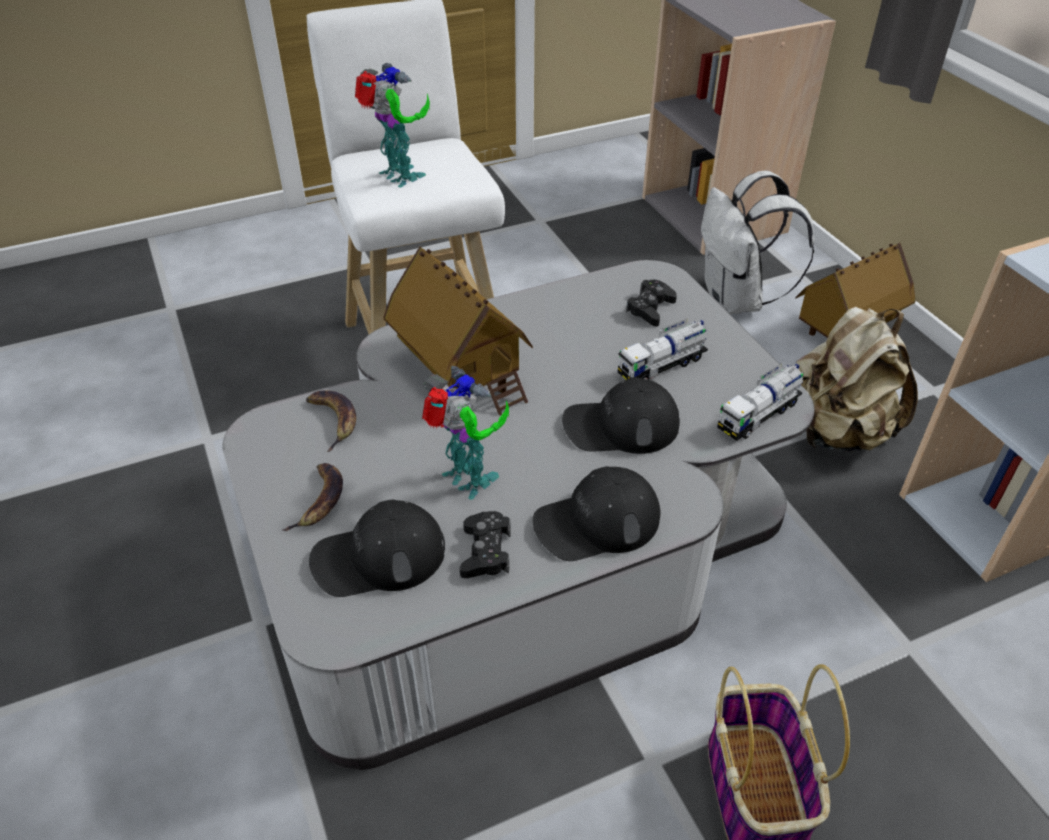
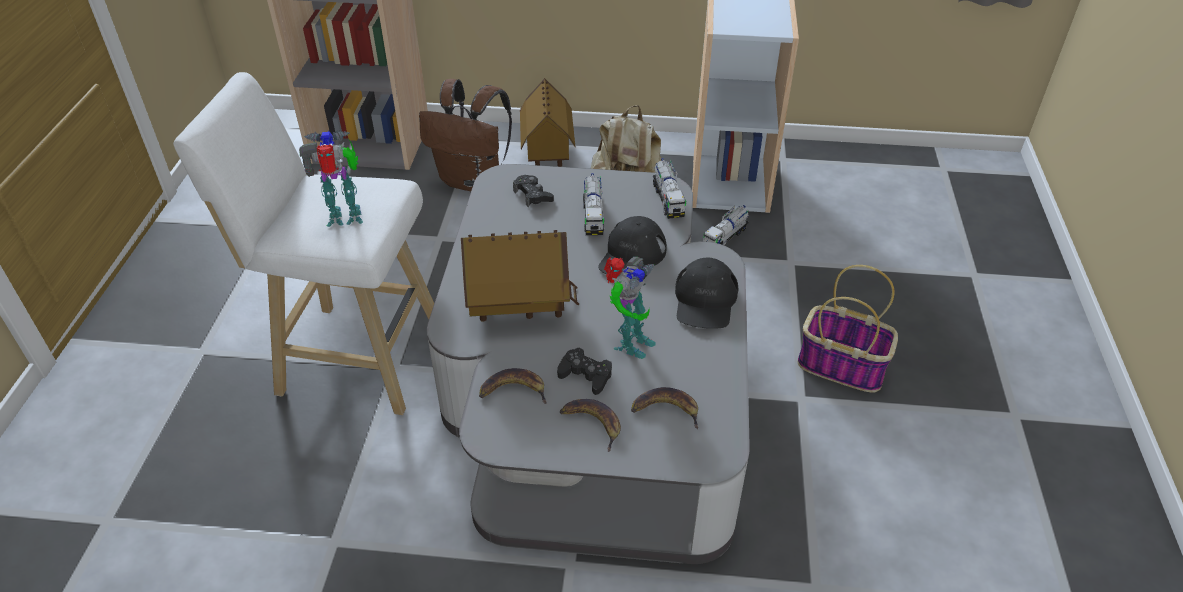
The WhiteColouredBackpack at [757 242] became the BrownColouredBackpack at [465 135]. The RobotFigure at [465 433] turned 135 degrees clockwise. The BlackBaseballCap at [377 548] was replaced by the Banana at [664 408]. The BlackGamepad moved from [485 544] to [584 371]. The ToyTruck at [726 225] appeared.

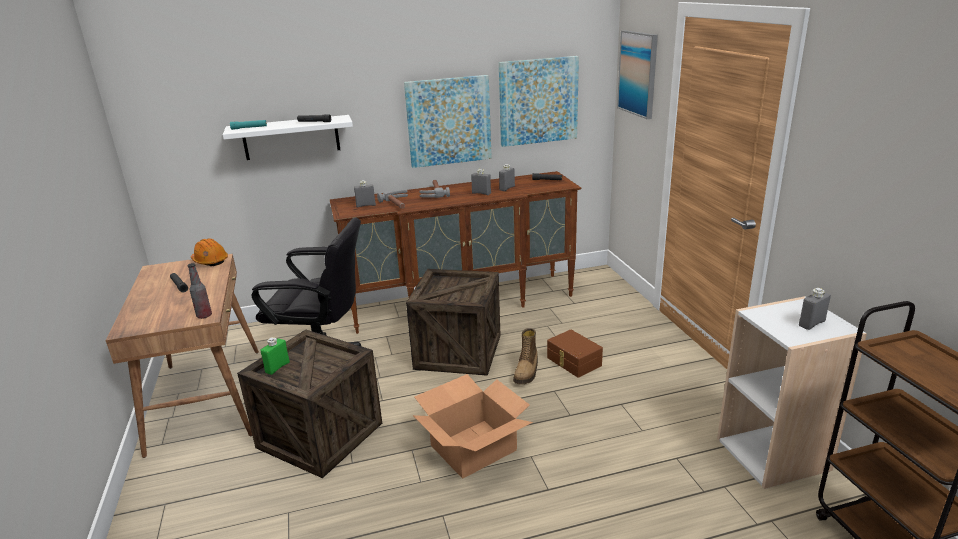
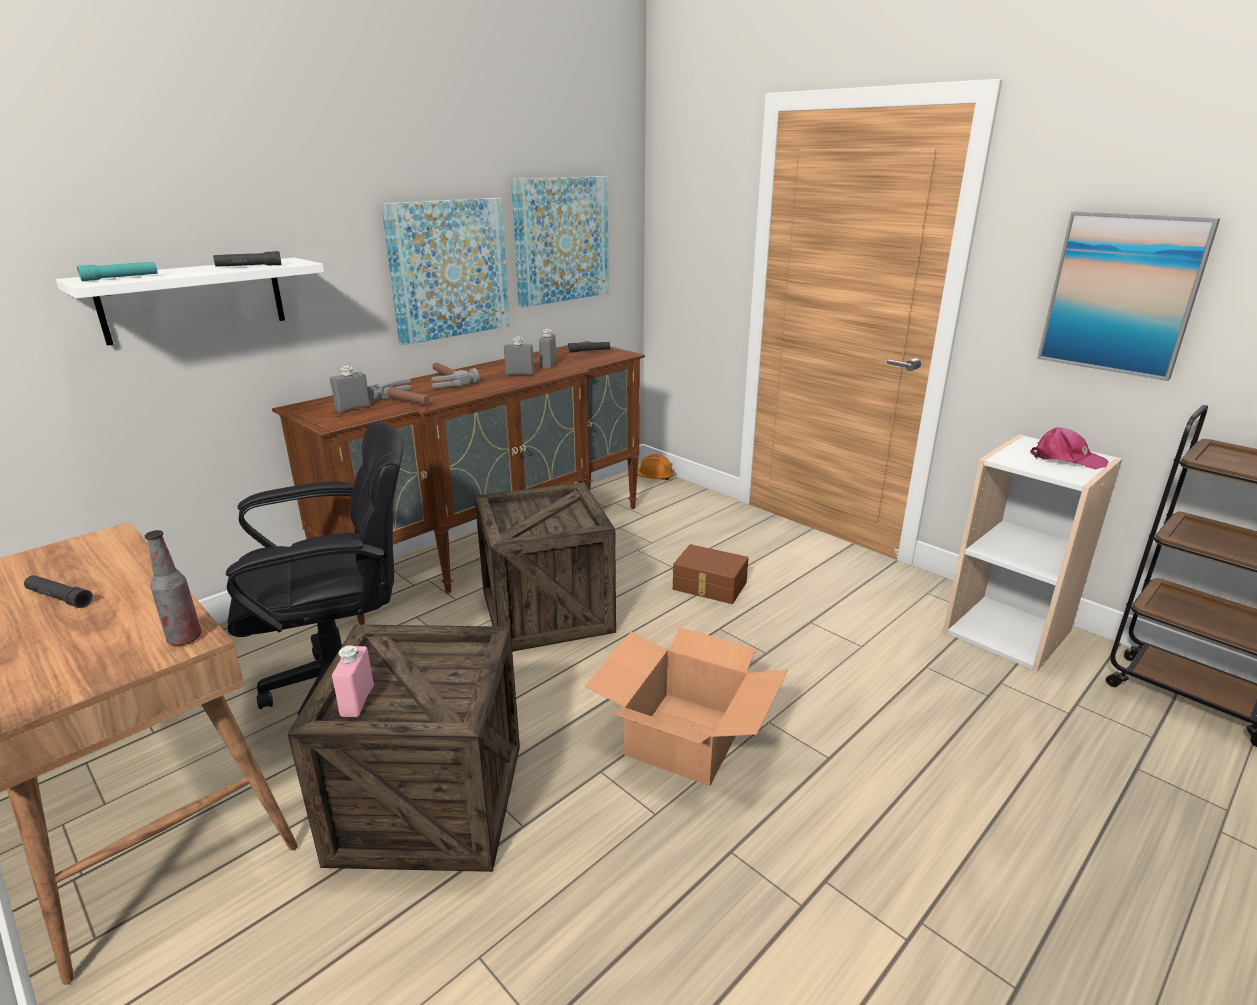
The WallArt moved from [637 74] to [1128 296]. The OrangeyWorkHelmet moved from [209 252] to [656 467]. The GreyBeverageBottle at [815 309] was replaced by the PinkishBaseballCap at [1069 448]. The TallBoot at [525 356] disappeared. The GreenColouredBeverageBottle at [275 356] became the PinkishBeverageBottle at [353 681].

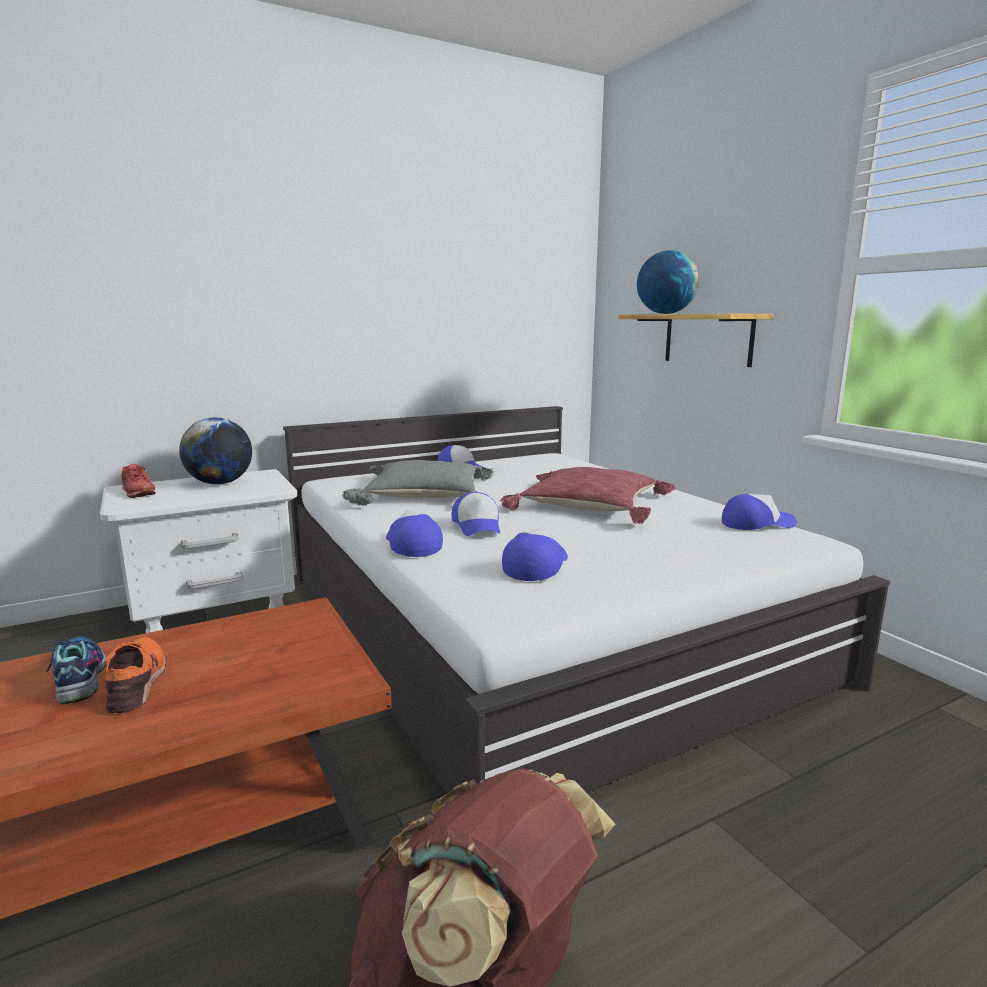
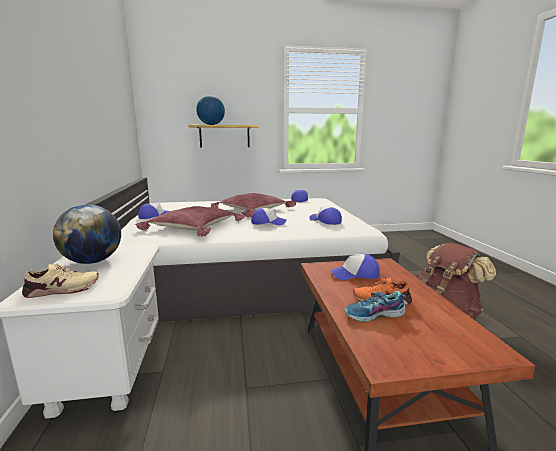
The GreyThrowPillow at [418 483] became the RedColouredThrowPillow at [190 221]. The RedColouredItemOfFootwear at [139 481] became the BeigeColouredItemOfFootwear at [60 281]. The BaseballCap moved from [414 533] to [355 267].

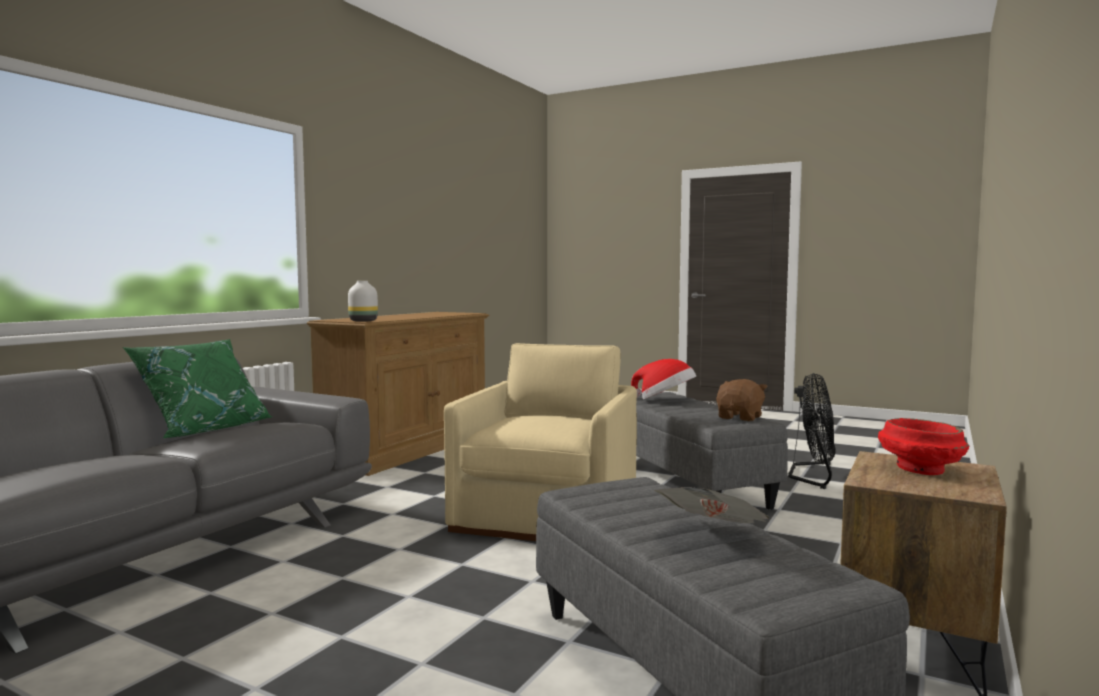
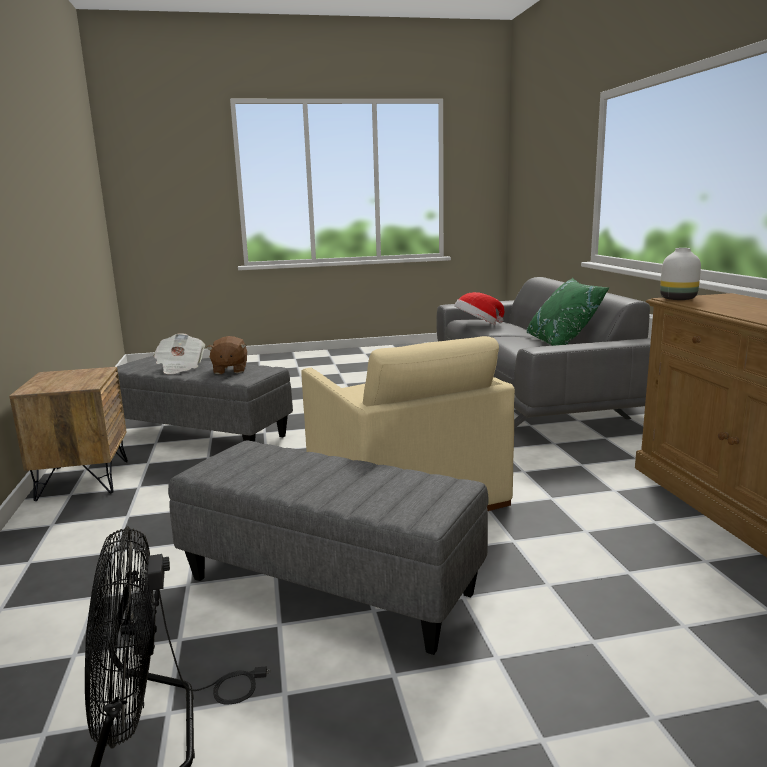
The ClothingHat moved from [663 379] to [479 308]. The BrownColouredSoftToy moved from [742 400] to [227 355]. The RedColouredBowl at [923 446] disappeared.

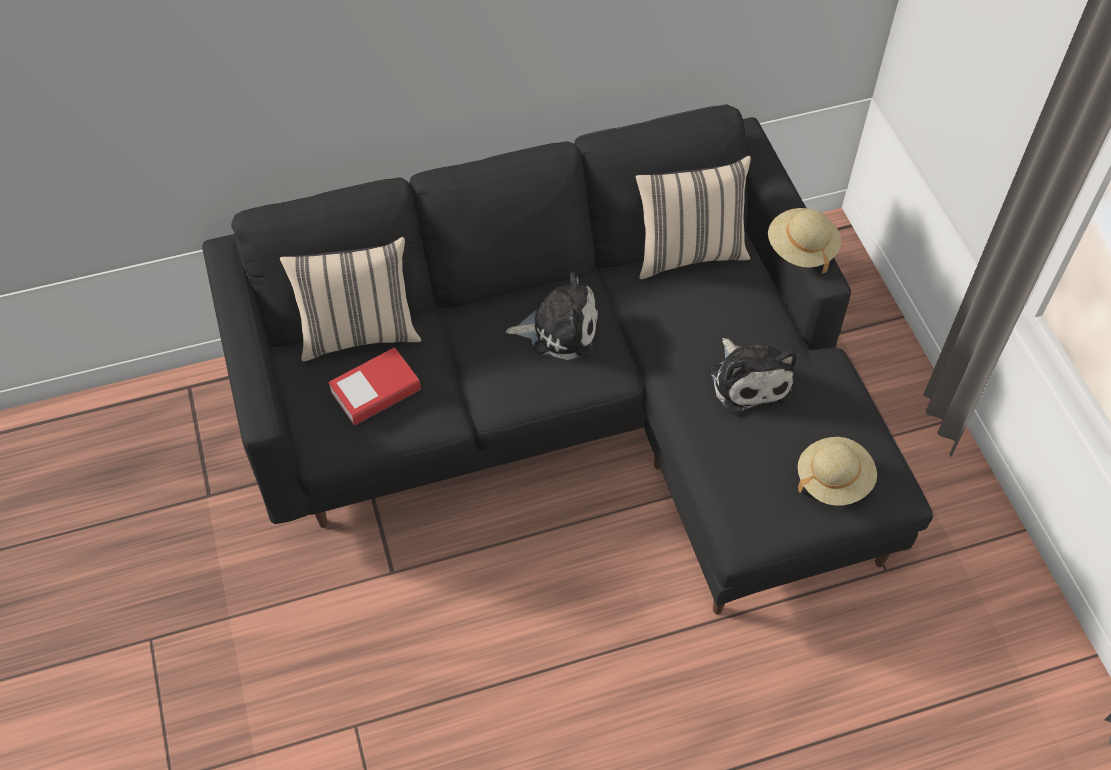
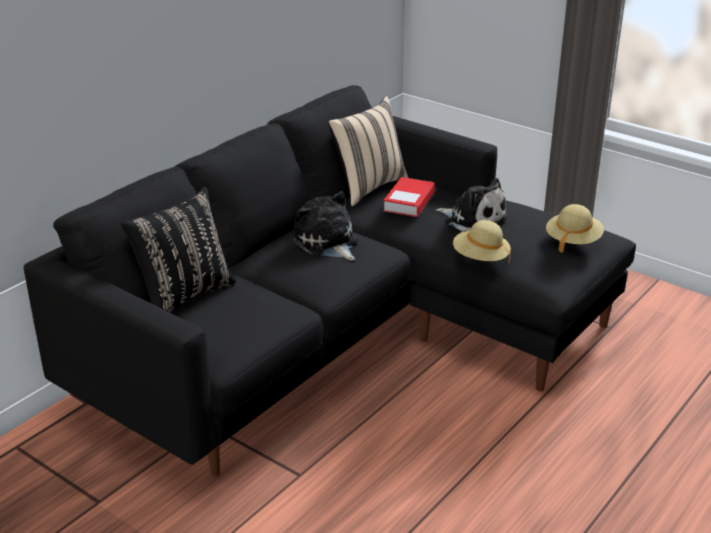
The BeigeColouredClothingHat moved from [804 240] to [482 242]. The BeigeColouredThrowPillow at [351 299] became the BlackThrowPillow at [178 249]. The SoftToy at [552 316] turned 90 degrees counterclockwise. The BoundBook moved from [374 386] to [409 197].

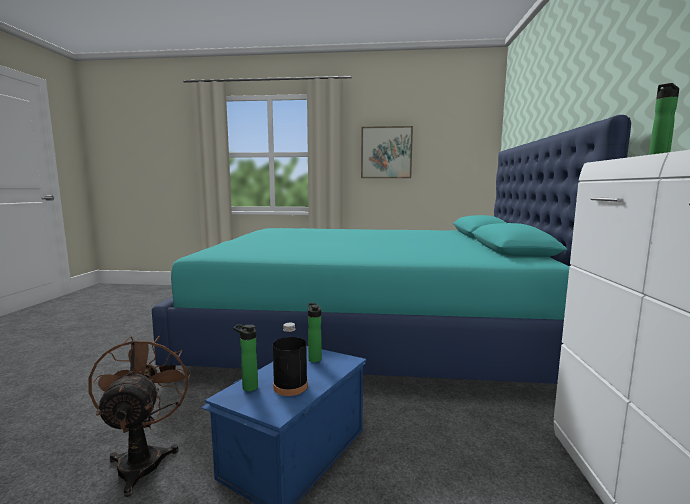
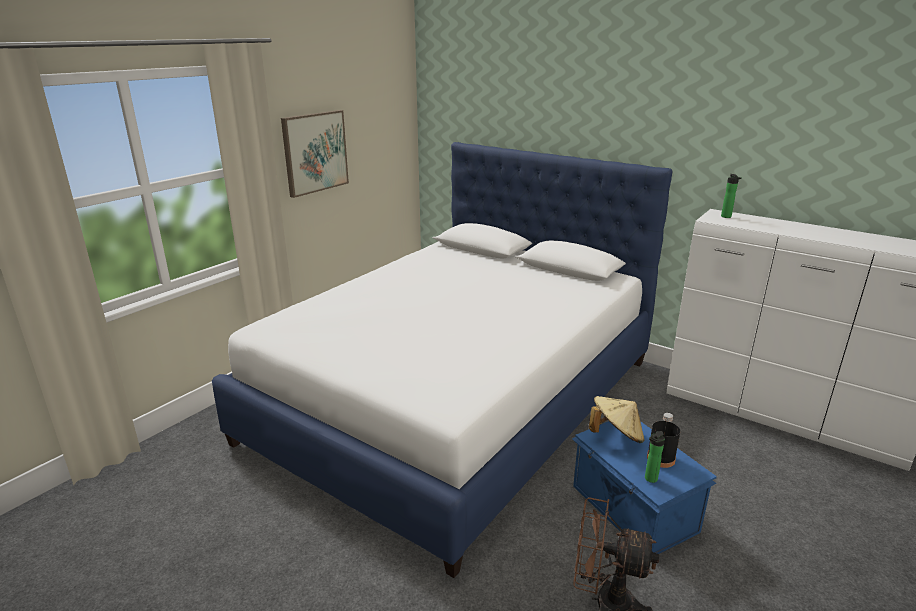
The BlueGreenBedroomBed at [391 249] became the WhiteColouredBedroomBed at [442 360]. The BeverageBottle at [315 332] was replaced by the BeigeColouredClothingHat at [617 419].

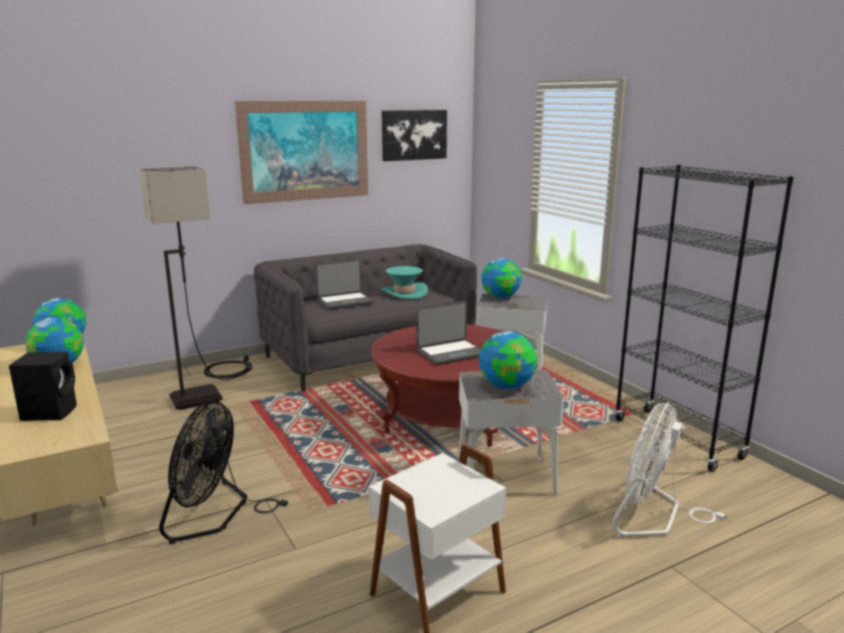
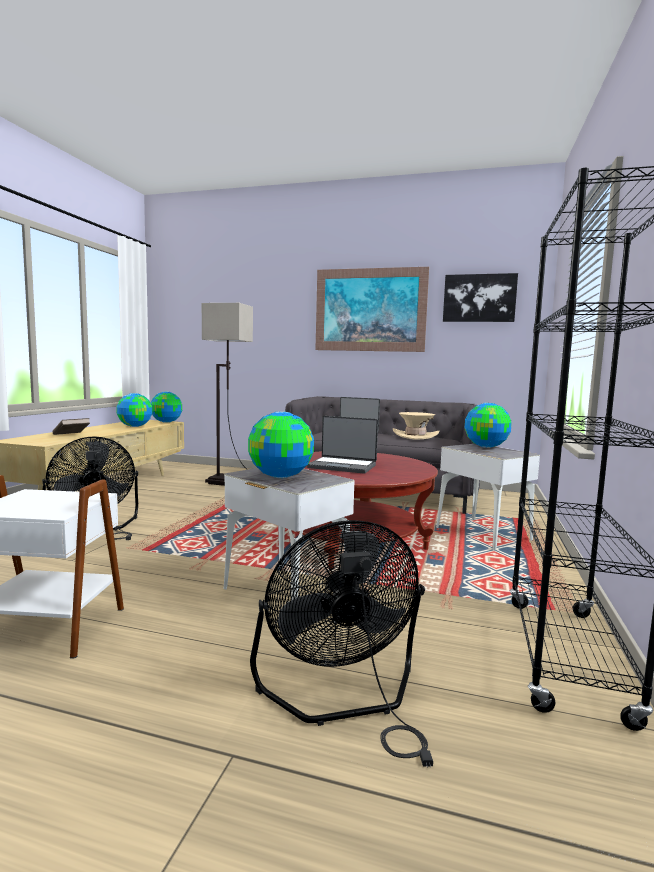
The BlueGreenClothingHat at [404 282] became the BeigeColouredClothingHat at [416 426]. The BlackLoudspeaker at [43 386] was replaced by the BrownColouredBoundBook at [71 426]. The WhiteColouredCoolingFan at [669 470] became the BlackCoolingFan at [341 644].

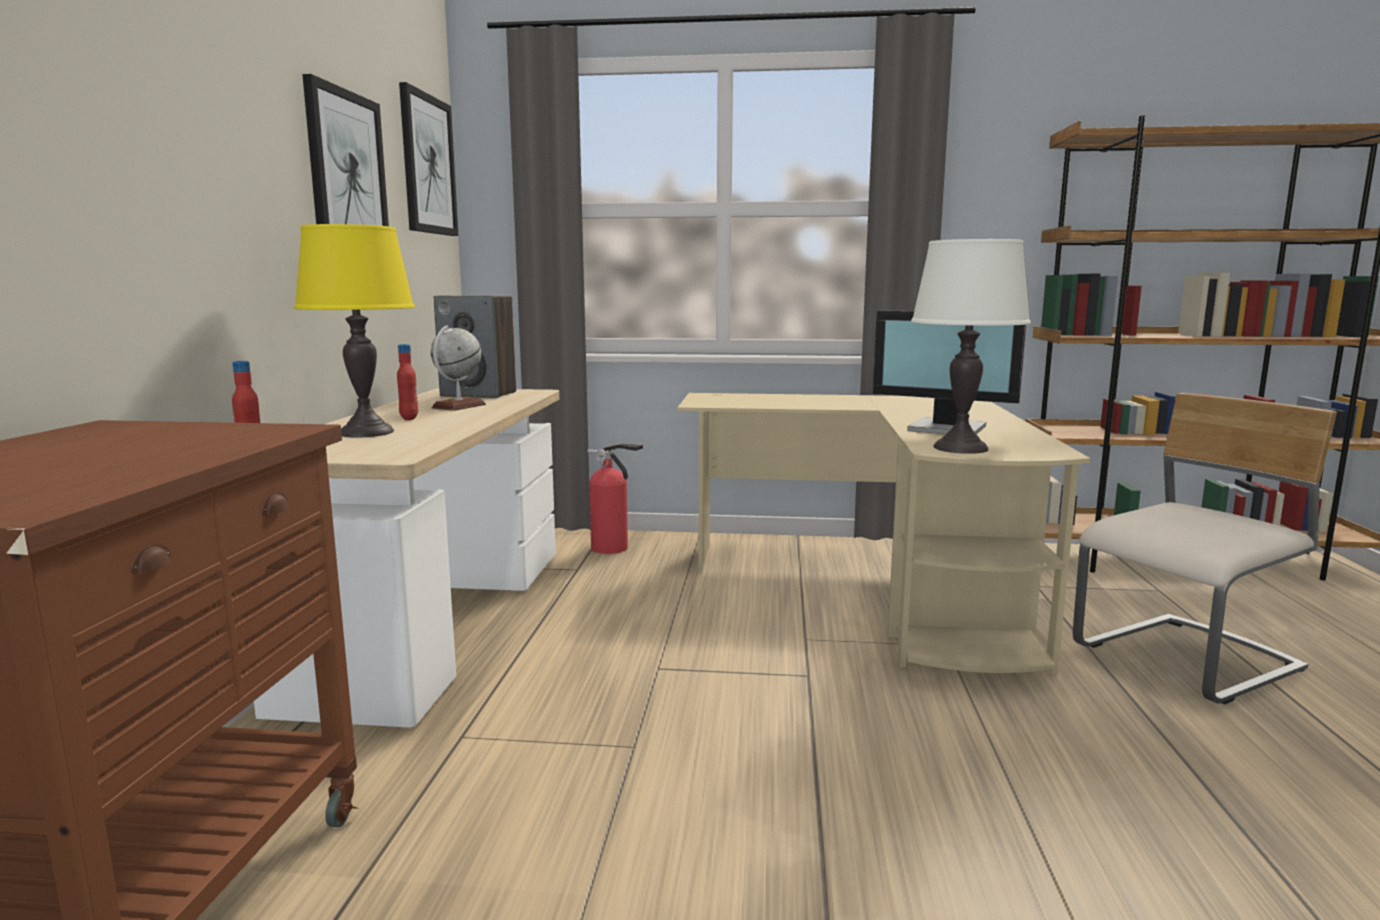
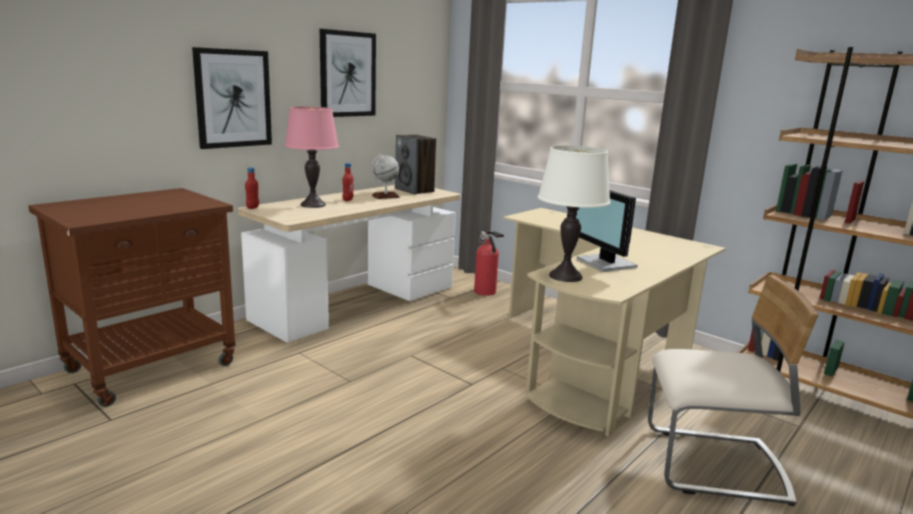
The WallArt moved from [428 159] to [232 98]. The YellowLampForATable at [354 331] became the PinkishLampForATable at [311 157].

